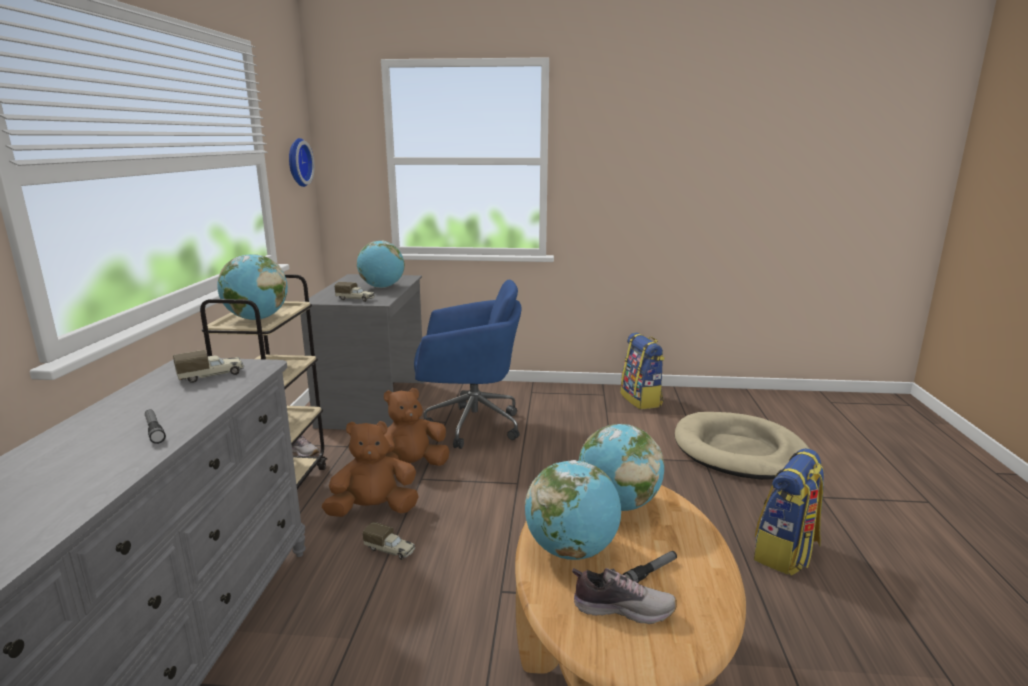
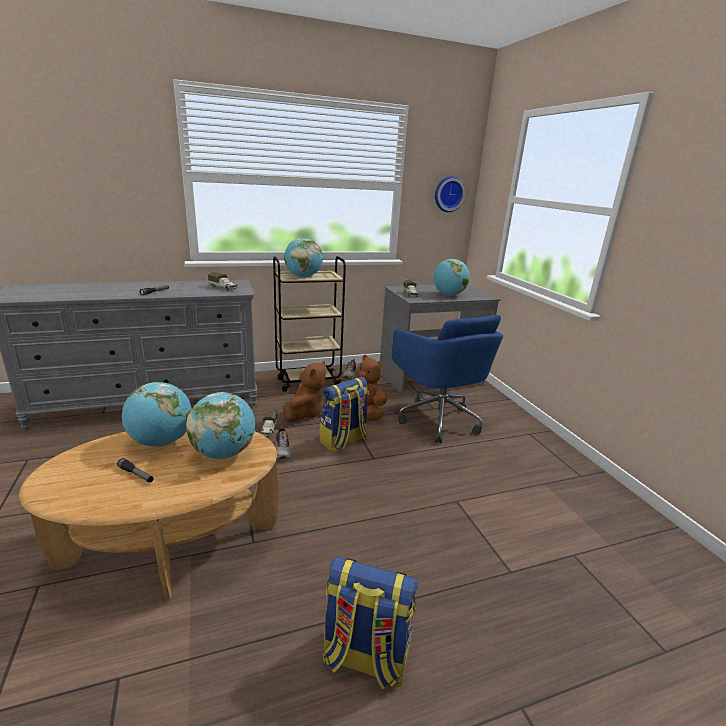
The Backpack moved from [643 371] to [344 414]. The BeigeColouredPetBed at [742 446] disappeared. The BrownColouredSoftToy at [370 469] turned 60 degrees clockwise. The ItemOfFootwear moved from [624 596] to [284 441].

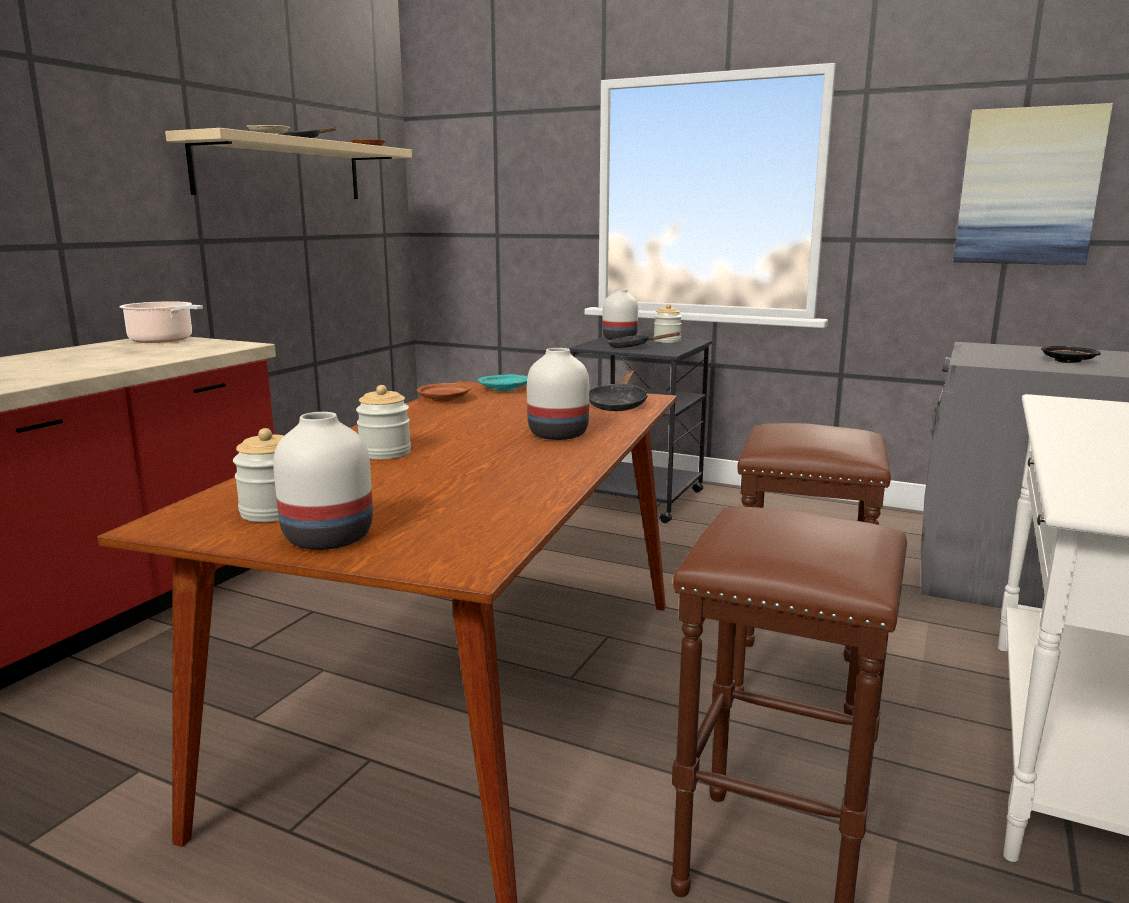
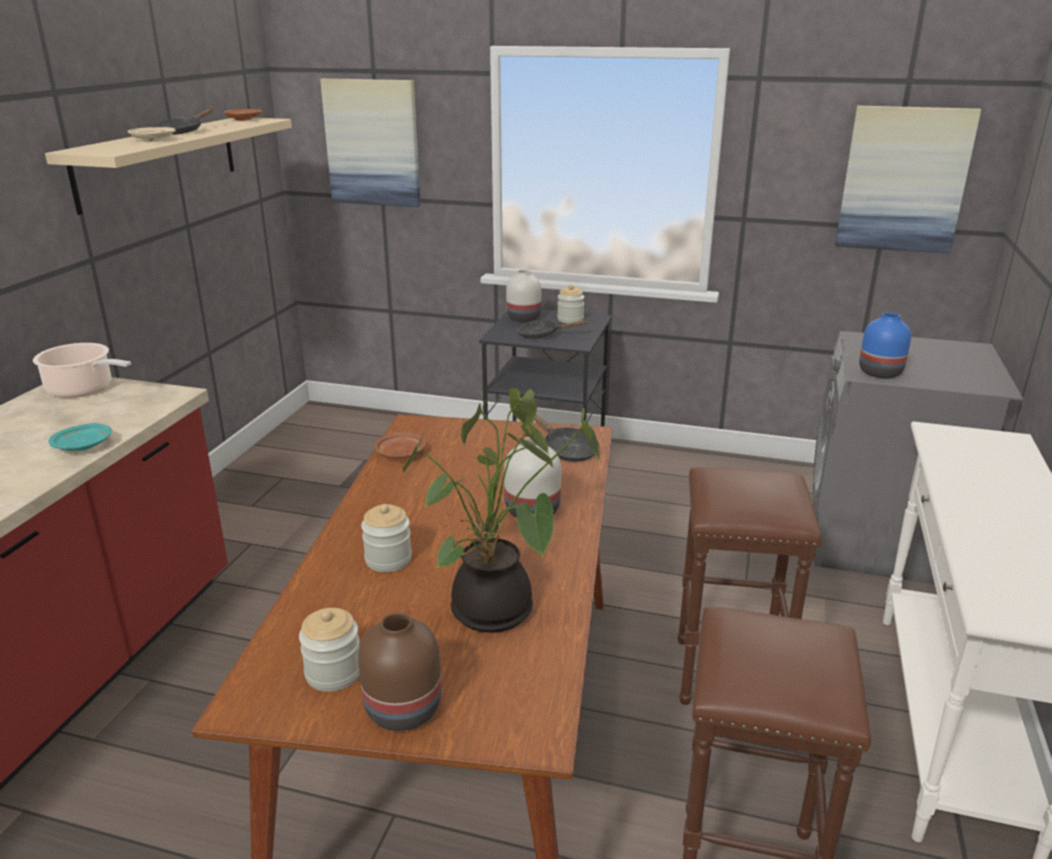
The BlackDinnerPlate at [1071 354] disappeared. The BlackFryingPan at [618 390] turned 45 degrees counterclockwise. The BlueGreenDinnerPlate moved from [502 382] to [80 437]. The WhiteColouredFlowerVase at [323 481] became the BrownColouredFlowerVase at [399 672]. The WallArt at [370 142] appeared. The BluishFlowerVase at [885 345] appeared. The Houseplant at [501 510] appeared.

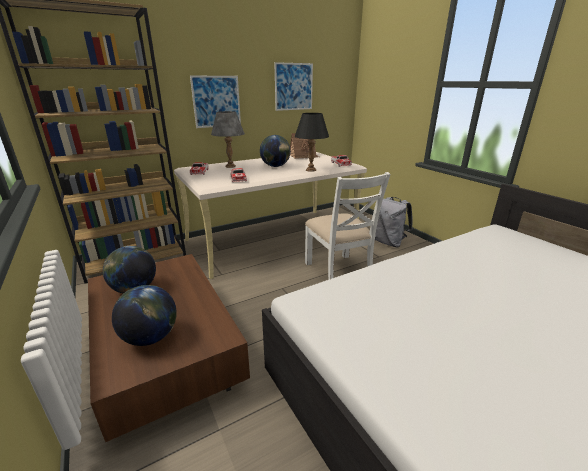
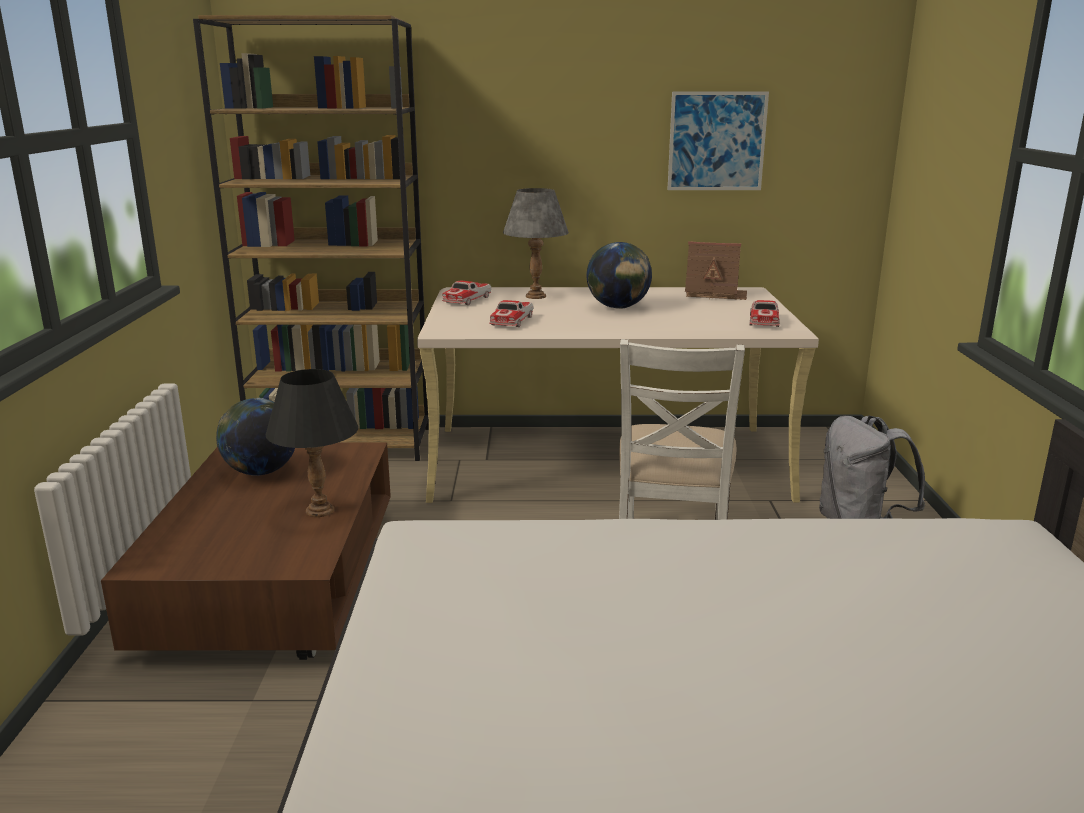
The WallArt at [215 102] disappeared. The BlackLampForATable moved from [312 142] to [312 443]. The DeskGlobe at [144 315] disappeared.

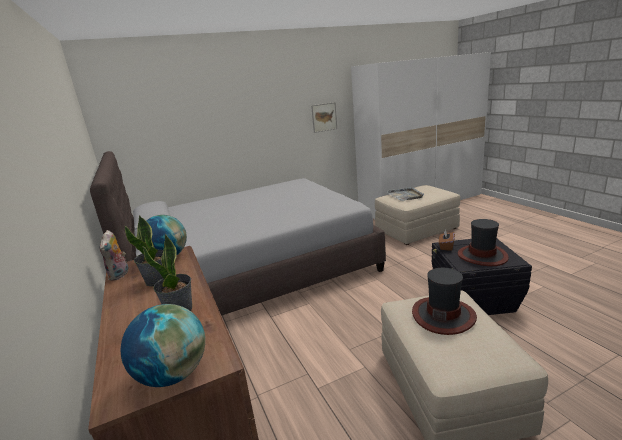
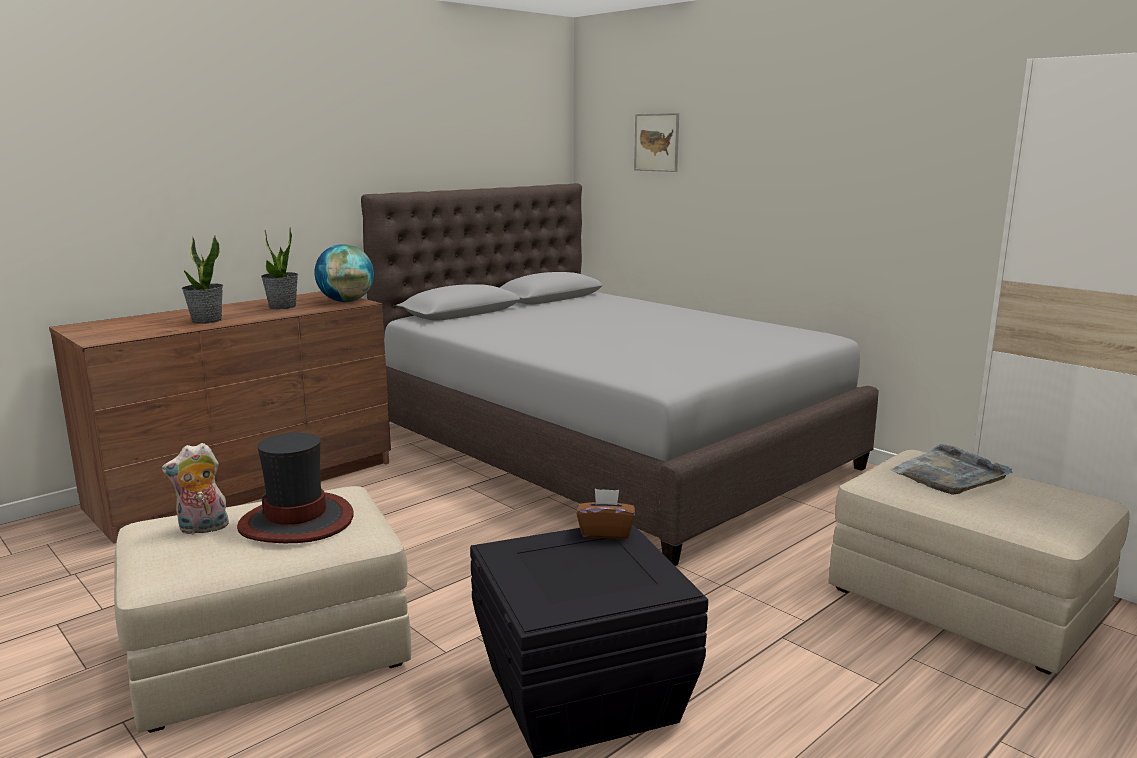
The WallArt moved from [324 117] to [656 142]. The ClothingHat at [483 242] disappeared. The SoftToy moved from [113 255] to [196 489]. The DeskGlobe at [163 345] disappeared.

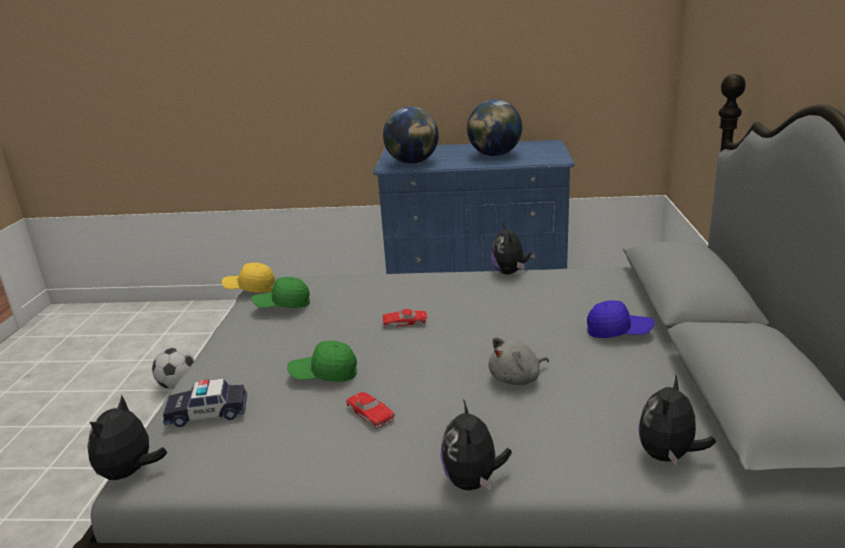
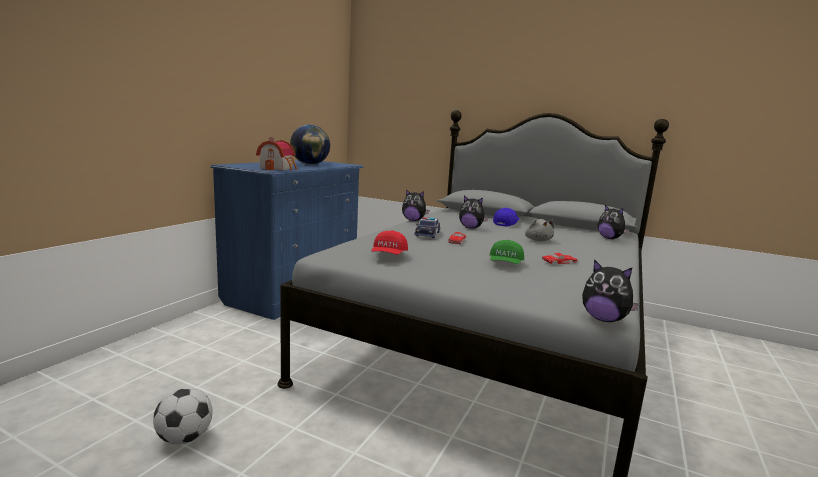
The DeskGlobe at [411 135] was replaced by the ToyHouse at [276 154]. The YellowBaseballCap at [248 278] disappeared. The GreenColouredBaseballCap at [280 292] became the RedColouredBaseballCap at [390 242]. The ToyCar moved from [205 402] to [427 227]. The SoftToy moved from [476 444] to [473 211].

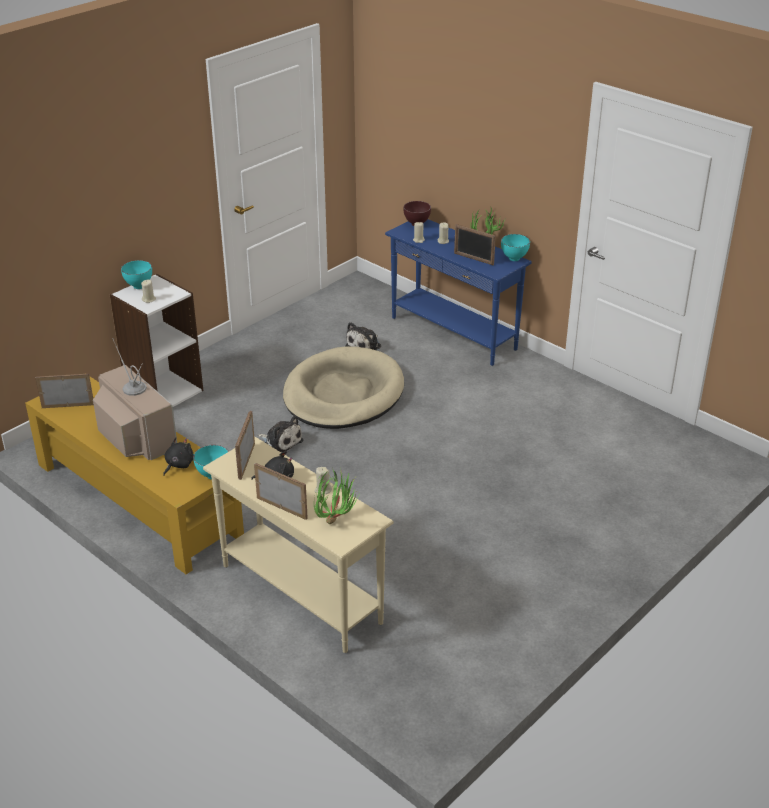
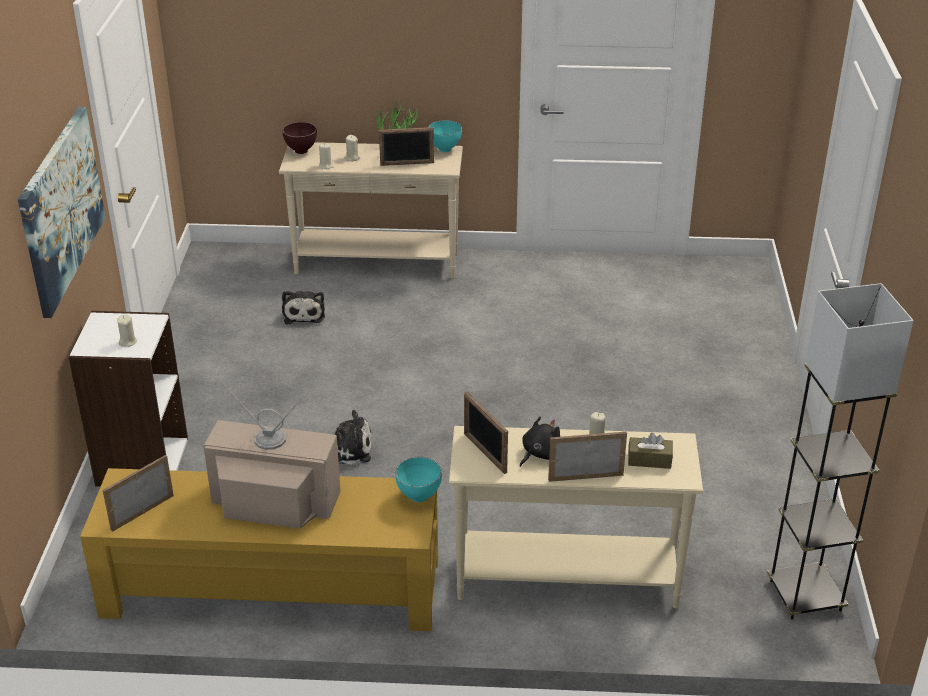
The BluishHallTable at [458 292] became the BeigeColouredHallTable at [371 210]. The BlueGreenBowl at [136 274] disappeared. The BeigeColouredPetBed at [343 388] disappeared. The BlackSoftToy at [178 456] disappeared. The Houseplant at [336 496] was replaced by the BrownColouredTissueBox at [650 451]. The WallArt at [62 212] appeared. The GreyStandardLamp at [840 451] appeared.

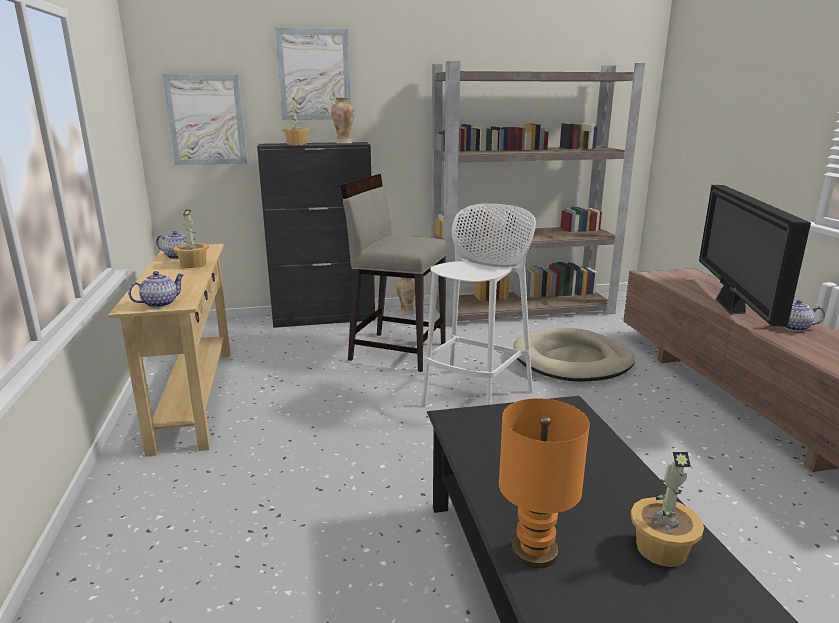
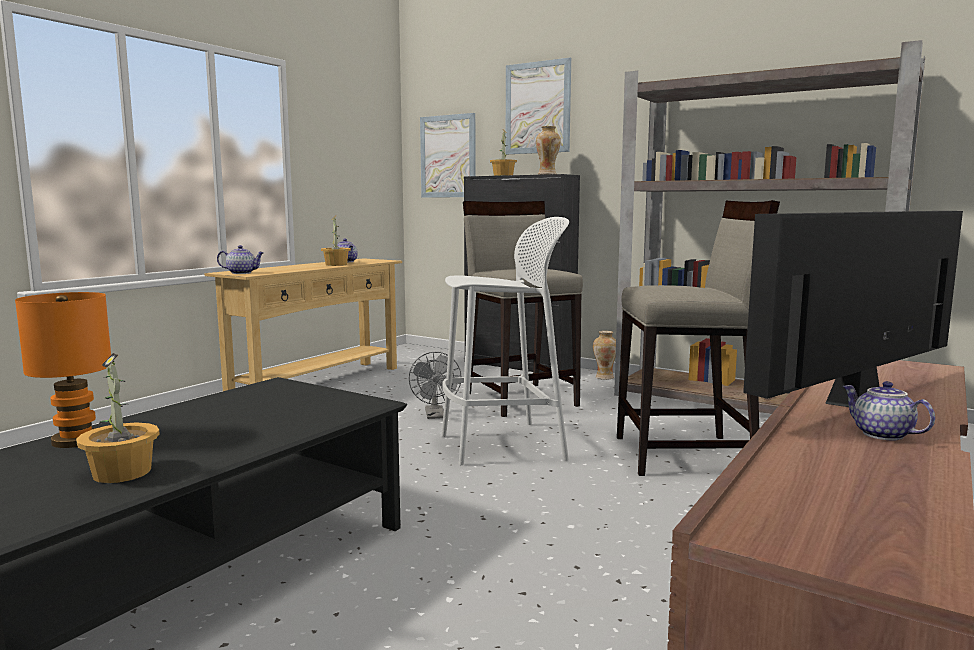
The BeigeColouredPetBed at [574 355] was replaced by the BeigeColouredStoolSeat at [698 338]. The GreyCoolingFan at [435 385] appeared.

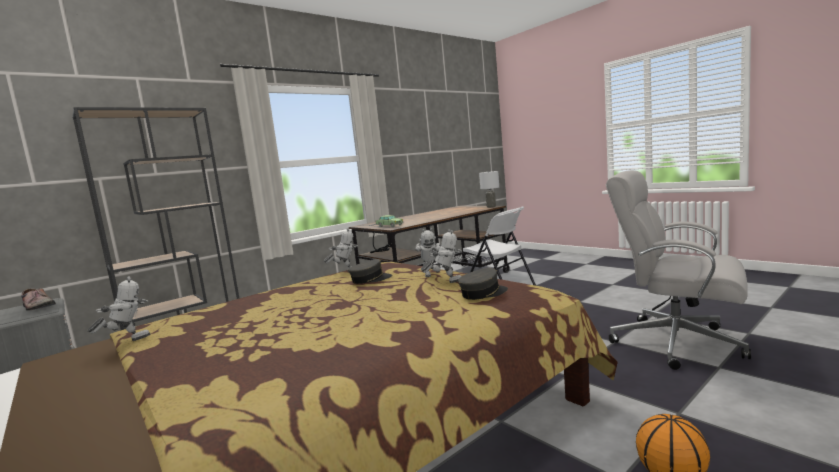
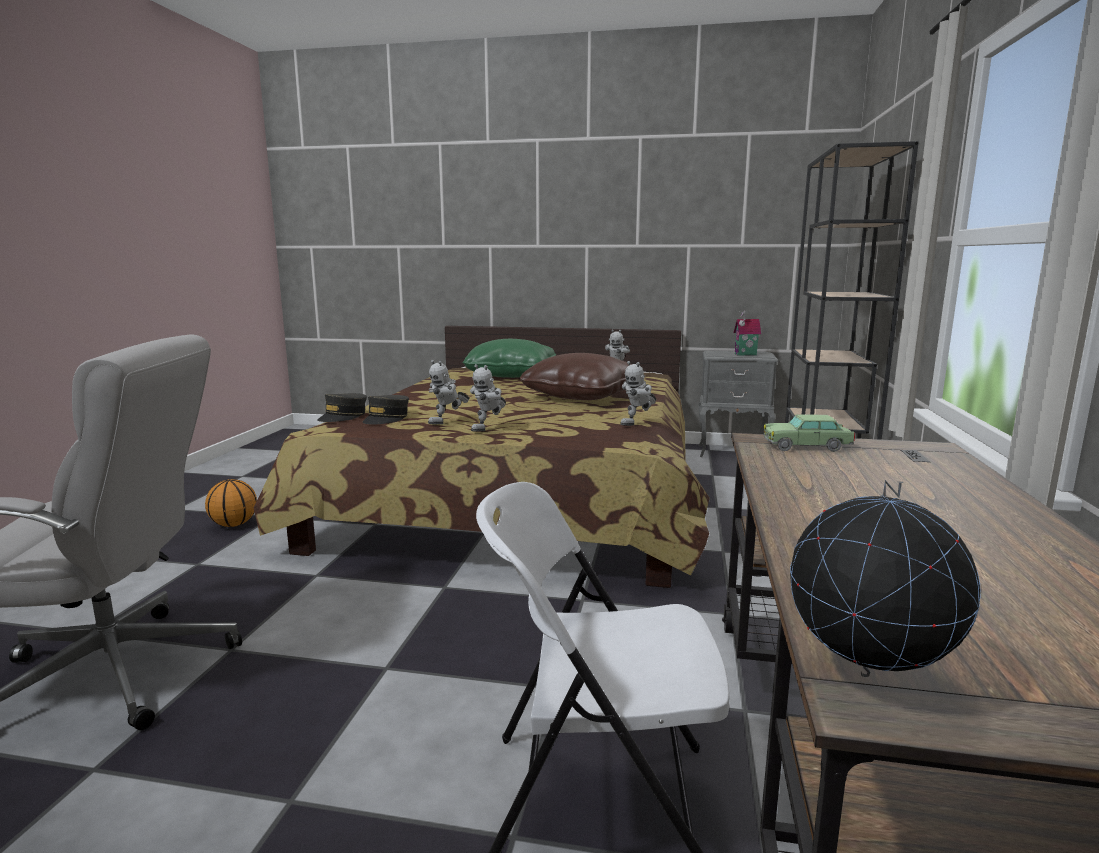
The WhiteColouredLampForATable at [489 189] was replaced by the DeskGlobe at [885 578]. The RobotFigure at [428 252] turned 105 degrees counterclockwise. The GreyBaseballCap moved from [370 271] to [342 407]. The ItemOfFootwear at [38 299] was replaced by the ToyHouse at [747 333]. The GreenColouredThrowPillow at [509 358] appeared. The BrownColouredThrowPillow at [575 376] appeared.

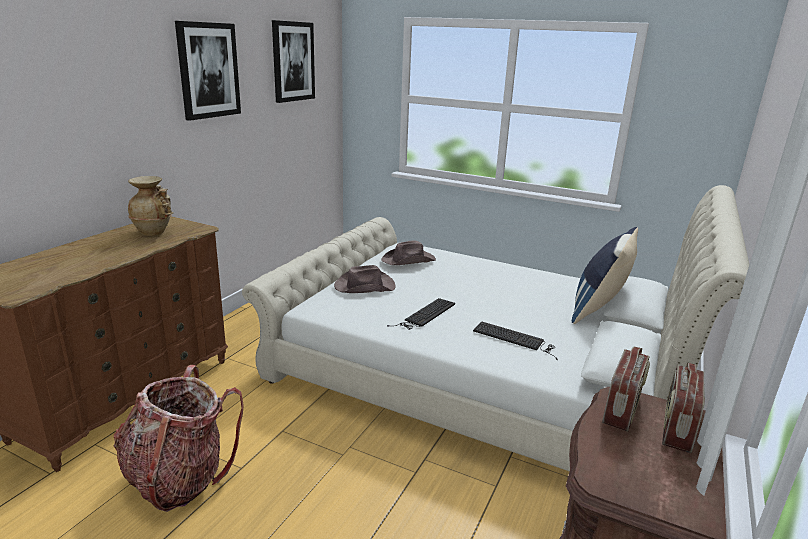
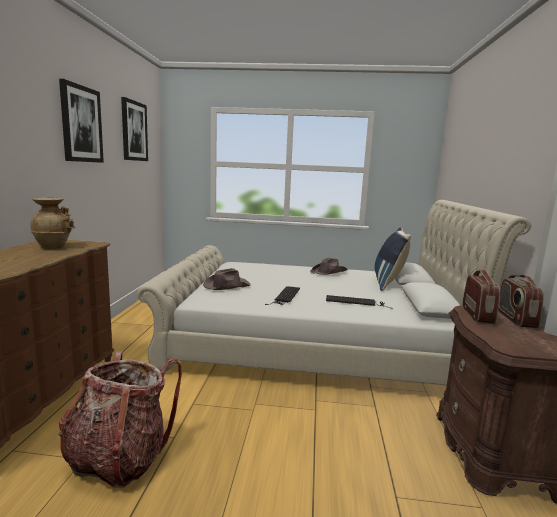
The BrownColouredClothingHat moved from [408 252] to [329 266].

